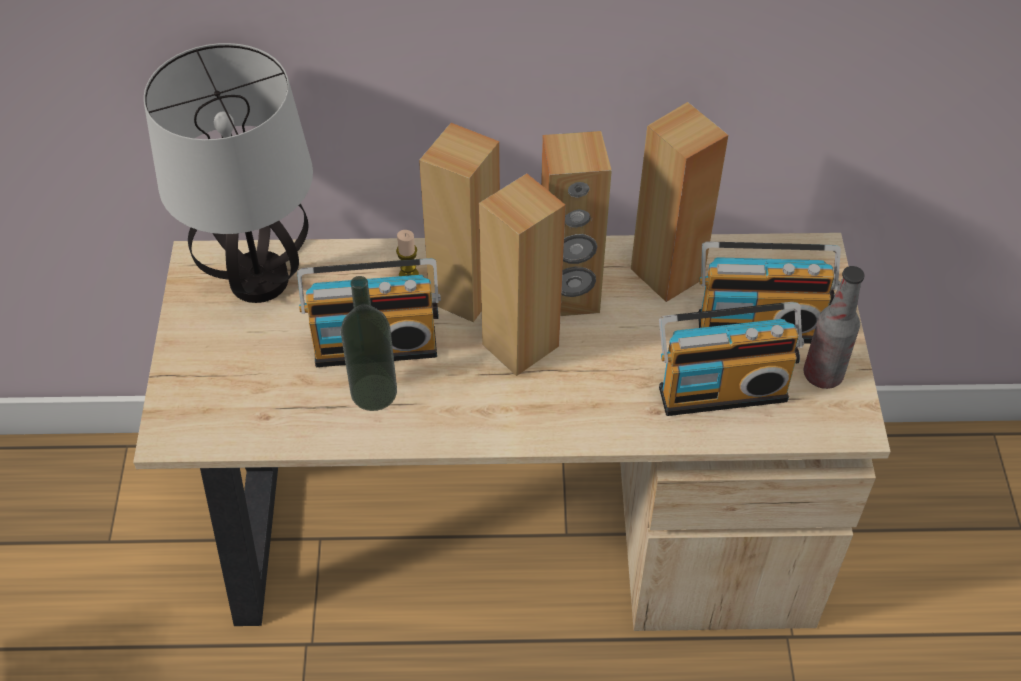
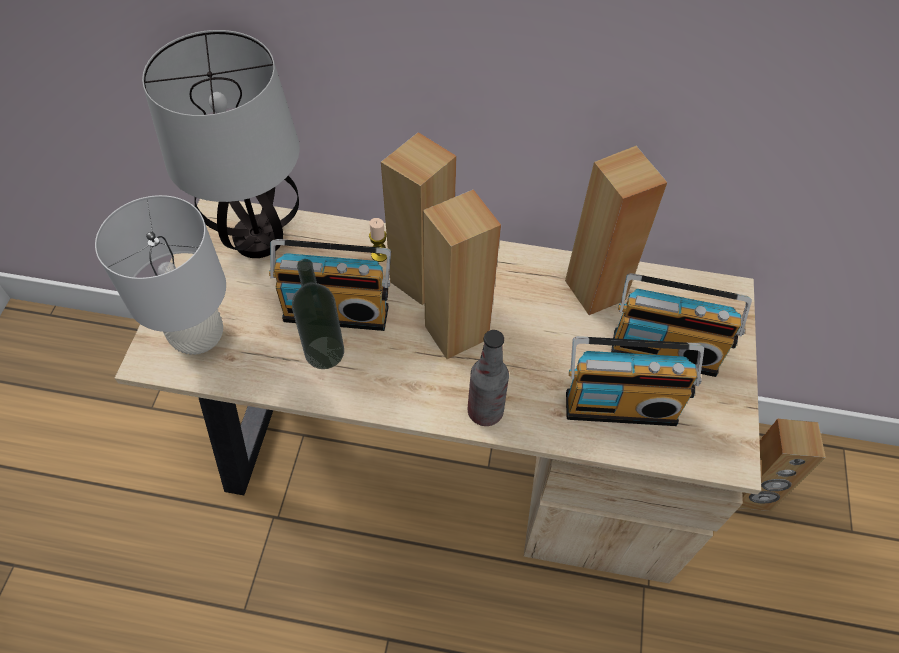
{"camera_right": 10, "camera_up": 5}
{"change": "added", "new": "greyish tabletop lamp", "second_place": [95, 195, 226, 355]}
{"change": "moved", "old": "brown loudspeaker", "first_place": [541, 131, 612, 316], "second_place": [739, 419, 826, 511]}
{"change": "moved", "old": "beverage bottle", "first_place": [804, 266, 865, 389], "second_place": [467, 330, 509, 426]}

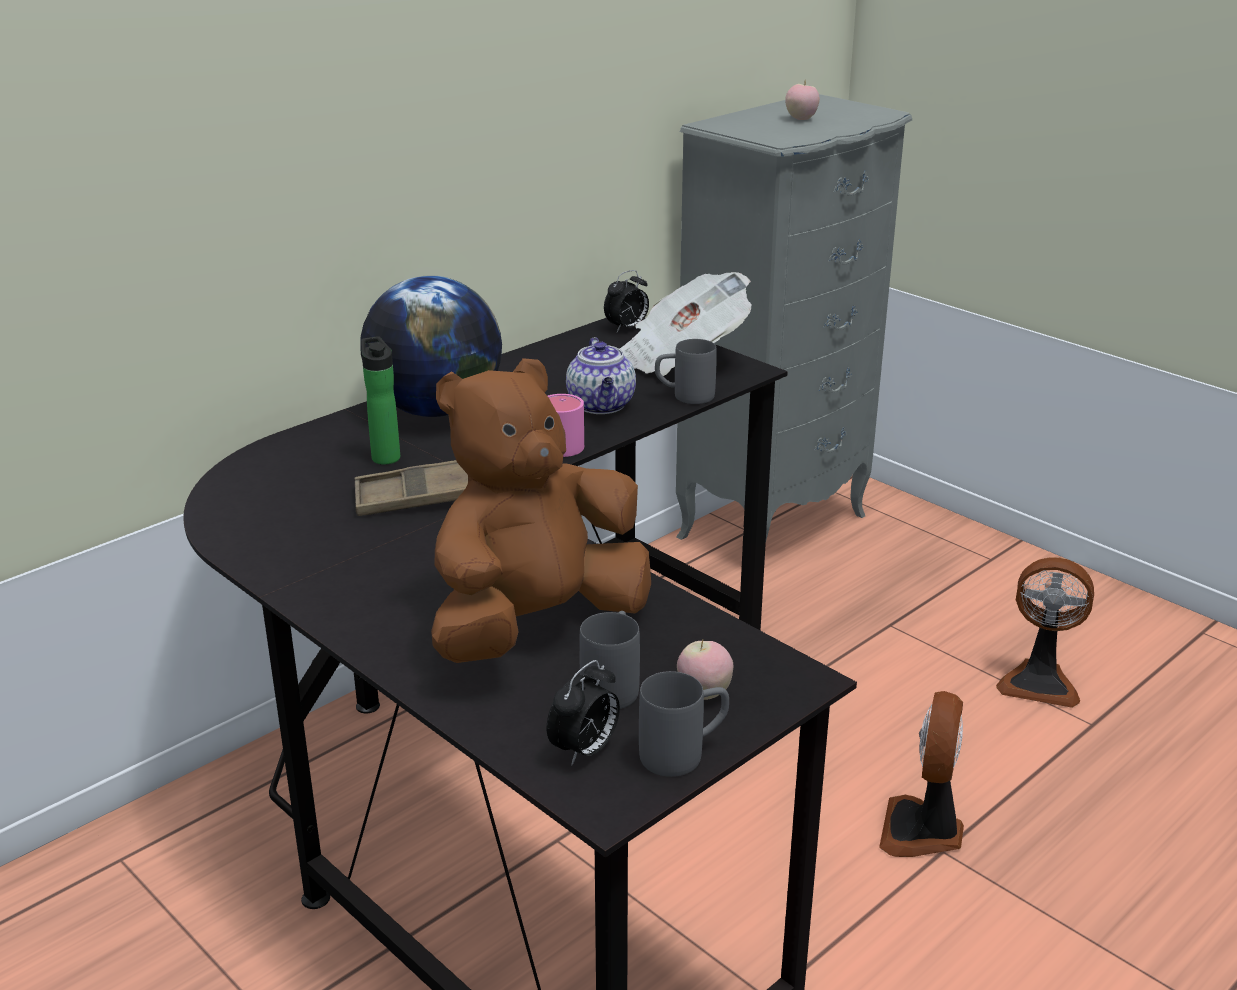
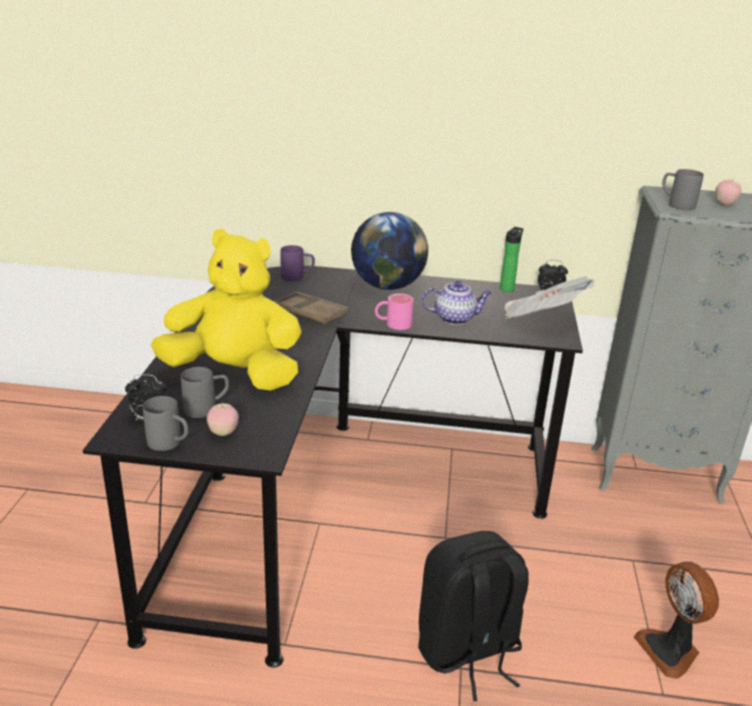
{"camera_right": 50, "camera_up": 0}
{"change": "added", "new": "purplish mug", "second_place": [281, 245, 315, 281]}
{"change": "moved", "old": "beverage bottle", "first_place": [361, 336, 400, 465], "second_place": [500, 227, 523, 292]}
{"change": "moved", "old": "greyish mug", "first_place": [655, 339, 717, 404], "second_place": [662, 169, 704, 210]}
{"change": "replaced", "old": "electric fan", "new": "blackish backpack", "first_place": [879, 691, 964, 857], "second_place": [418, 531, 529, 701]}
{"change": "recoloured", "old": "brown soft toy", "new": "yellow soft toy", "first_place": [431, 358, 651, 663], "second_place": [151, 229, 302, 391]}
{"change": "turned", "old": "teapot", "first_place": [566, 337, 636, 414], "second_place": [422, 281, 492, 325], "degrees": -135}

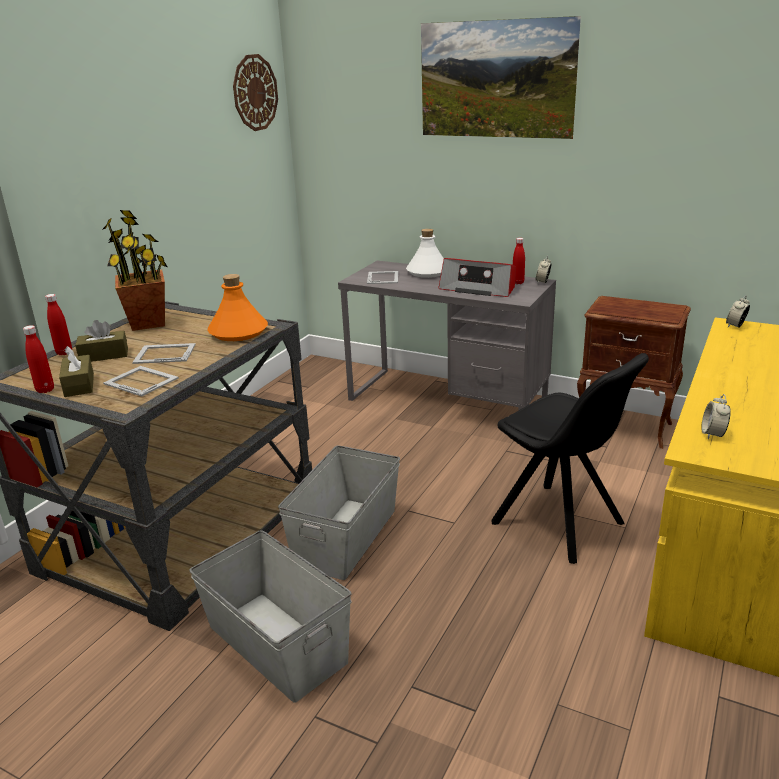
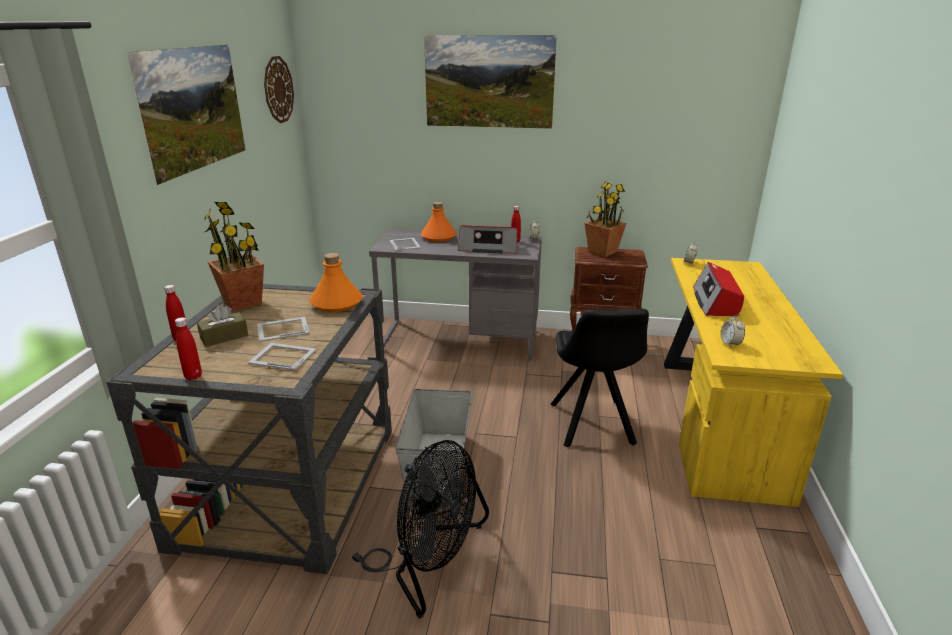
{"camera_right": -20, "camera_up": 0}
{"change": "removed", "old": "brown tissue holder", "first_place": [59, 346, 94, 397]}
{"change": "added", "new": "picture", "second_place": [127, 45, 245, 185]}
{"change": "added", "new": "houseplant", "second_place": [584, 181, 626, 257]}
{"change": "added", "new": "radio receiver", "second_place": [693, 262, 744, 316]}
{"change": "replaced", "old": "greyish storage box", "new": "blackish electric fan", "first_place": [189, 530, 352, 703], "second_place": [352, 440, 489, 619]}
{"change": "recoloured", "old": "white-coloured beverage bottle", "new": "orange beverage bottle", "first_place": [406, 229, 444, 278], "second_place": [421, 202, 457, 242]}
{"change": "turned", "old": "blackish chair", "first_place": [491, 353, 649, 564], "second_place": [551, 309, 649, 447], "degrees": 60}

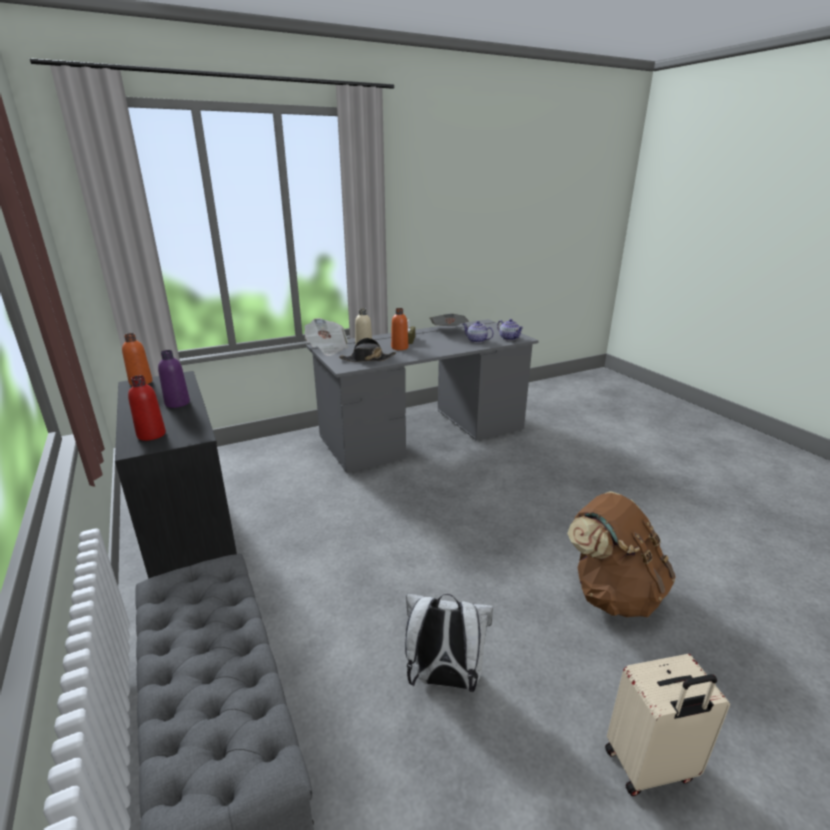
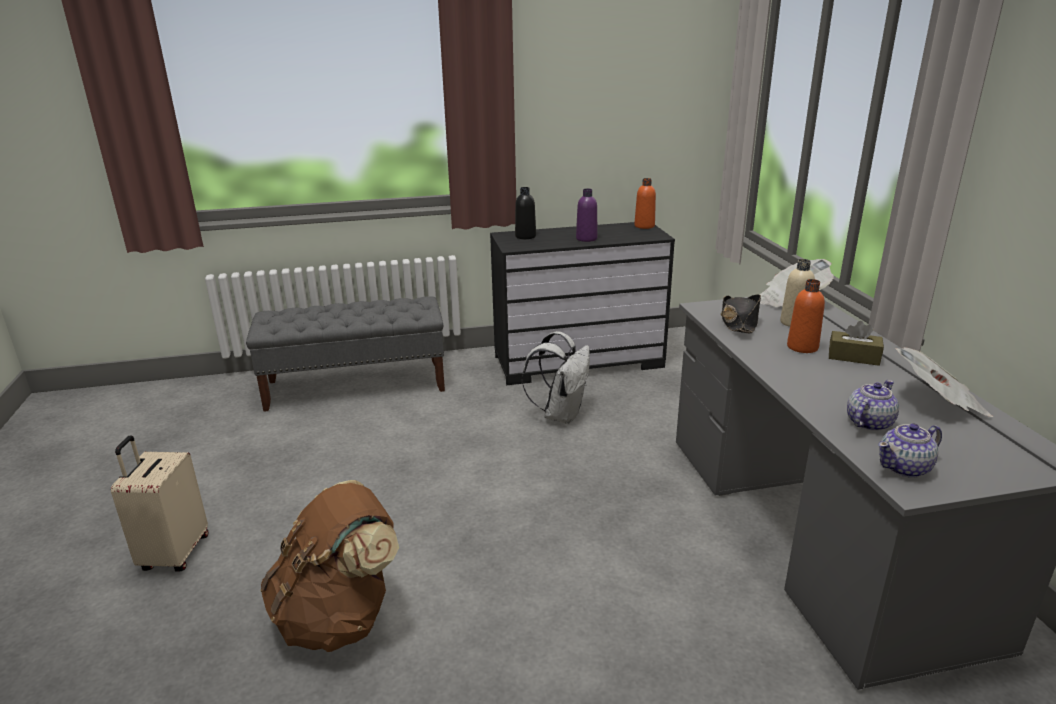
{"camera_right": 105, "camera_up": 0}
{"change": "moved", "old": "white-coloured backpack", "first_place": [405, 594, 493, 692], "second_place": [522, 331, 590, 424]}
{"change": "recoloured", "old": "red beverage bottle", "new": "blackish beverage bottle", "first_place": [128, 375, 166, 441], "second_place": [515, 187, 536, 239]}

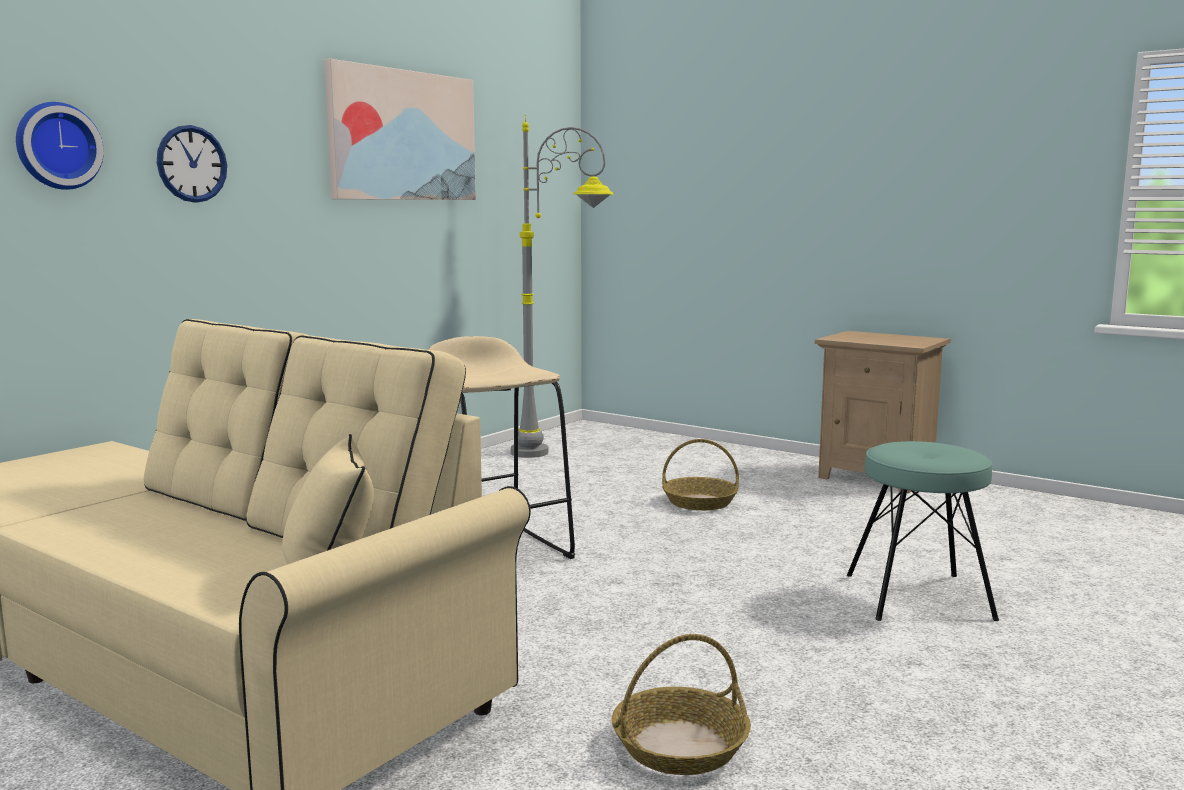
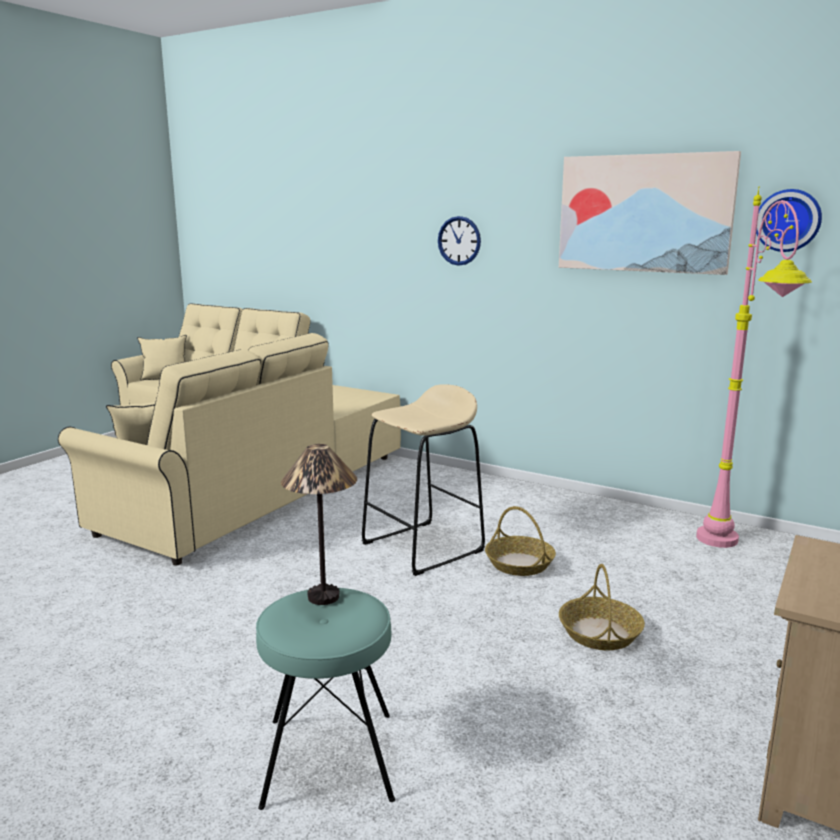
{"camera_right": 85, "camera_up": 5}
{"change": "added", "new": "tabletop lamp", "second_place": [281, 444, 357, 605]}
{"change": "moved", "old": "clock on the wall", "first_place": [16, 102, 104, 190], "second_place": [756, 189, 822, 252]}
{"change": "moved", "old": "basket", "first_place": [612, 634, 751, 775], "second_place": [485, 506, 556, 576]}
{"change": "recoloured", "old": "greyish standard lamp", "new": "pink standard lamp", "first_place": [511, 115, 614, 458], "second_place": [696, 187, 812, 548]}

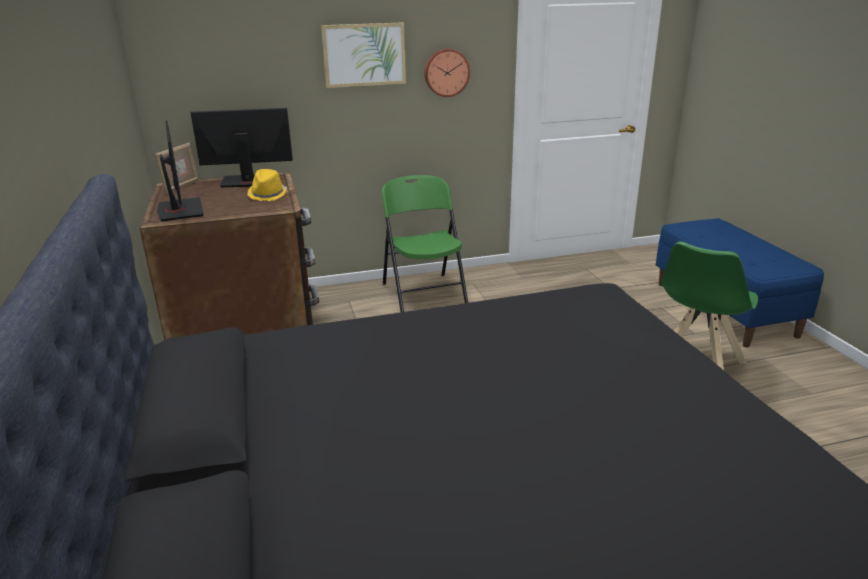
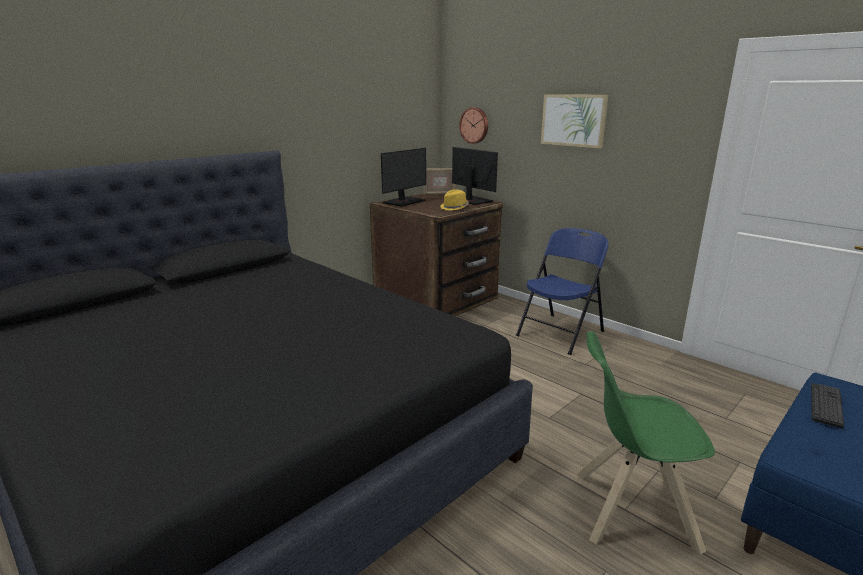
{"camera_right": 60, "camera_up": -5}
{"change": "added", "new": "keyboard", "second_place": [811, 383, 844, 429]}
{"change": "moved", "old": "clock on the wall", "first_place": [424, 48, 470, 97], "second_place": [459, 107, 488, 144]}
{"change": "recoloured", "old": "green chair", "new": "blue chair", "first_place": [382, 175, 468, 312], "second_place": [516, 228, 609, 355]}

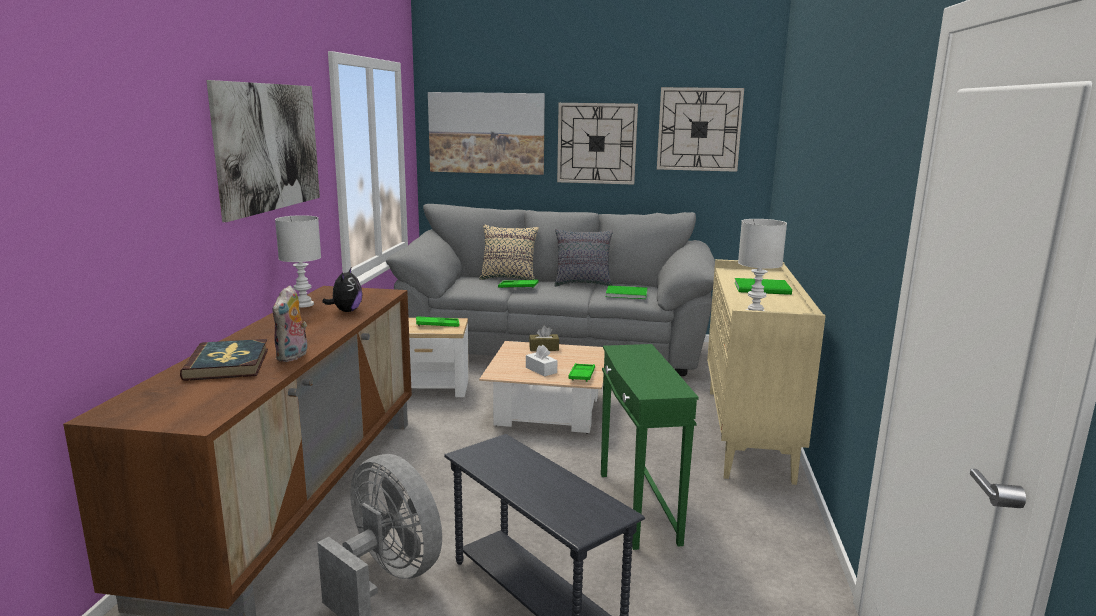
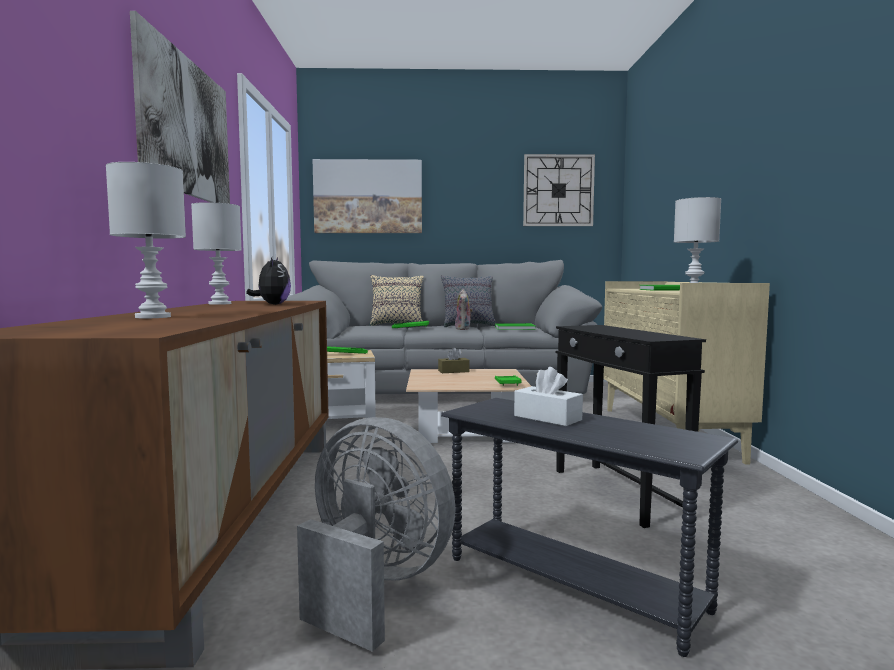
{"camera_right": -10, "camera_up": -10}
{"change": "removed", "old": "clock on the wall", "first_place": [557, 103, 638, 185]}
{"change": "moved", "old": "soft toy", "first_place": [272, 285, 307, 362], "second_place": [455, 290, 473, 330]}
{"change": "moved", "old": "white-coloured tissue holder", "first_place": [526, 345, 557, 377], "second_place": [514, 367, 583, 426]}
{"change": "replaced", "old": "volume", "new": "white-coloured tabletop lamp", "first_place": [180, 339, 268, 381], "second_place": [106, 162, 186, 318]}
{"change": "recoloured", "old": "green end table", "new": "blackish end table", "first_place": [601, 344, 699, 550], "second_place": [556, 325, 706, 528]}

